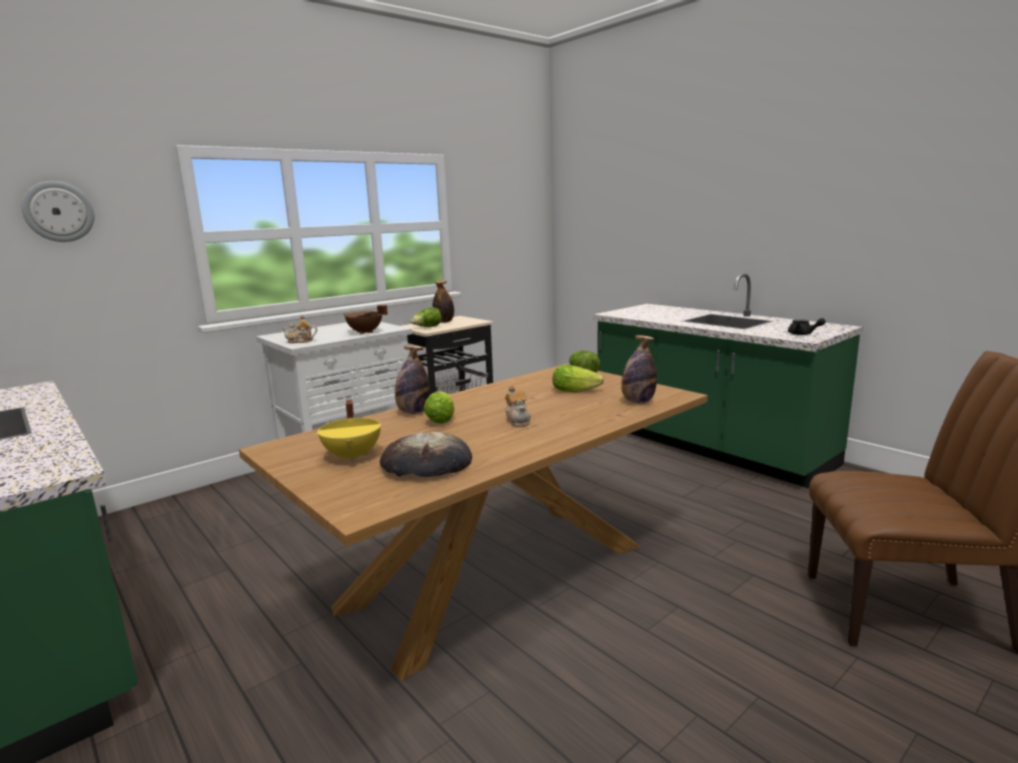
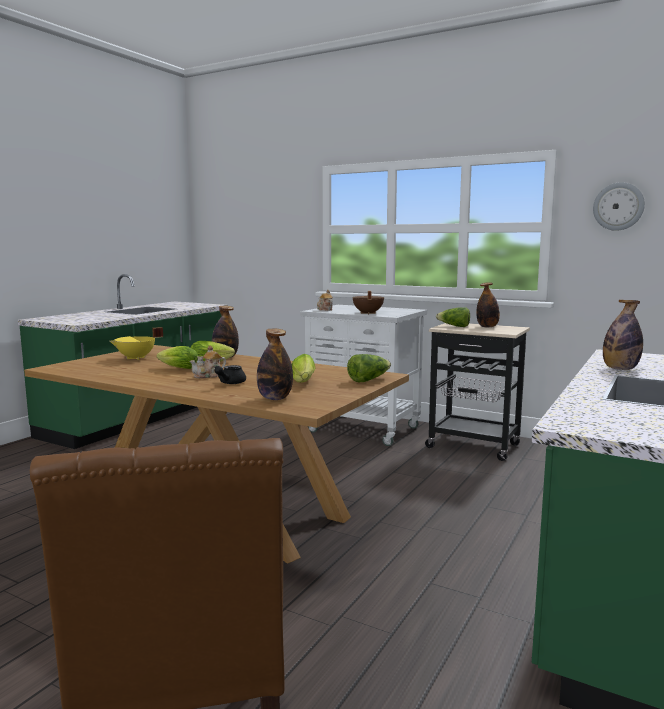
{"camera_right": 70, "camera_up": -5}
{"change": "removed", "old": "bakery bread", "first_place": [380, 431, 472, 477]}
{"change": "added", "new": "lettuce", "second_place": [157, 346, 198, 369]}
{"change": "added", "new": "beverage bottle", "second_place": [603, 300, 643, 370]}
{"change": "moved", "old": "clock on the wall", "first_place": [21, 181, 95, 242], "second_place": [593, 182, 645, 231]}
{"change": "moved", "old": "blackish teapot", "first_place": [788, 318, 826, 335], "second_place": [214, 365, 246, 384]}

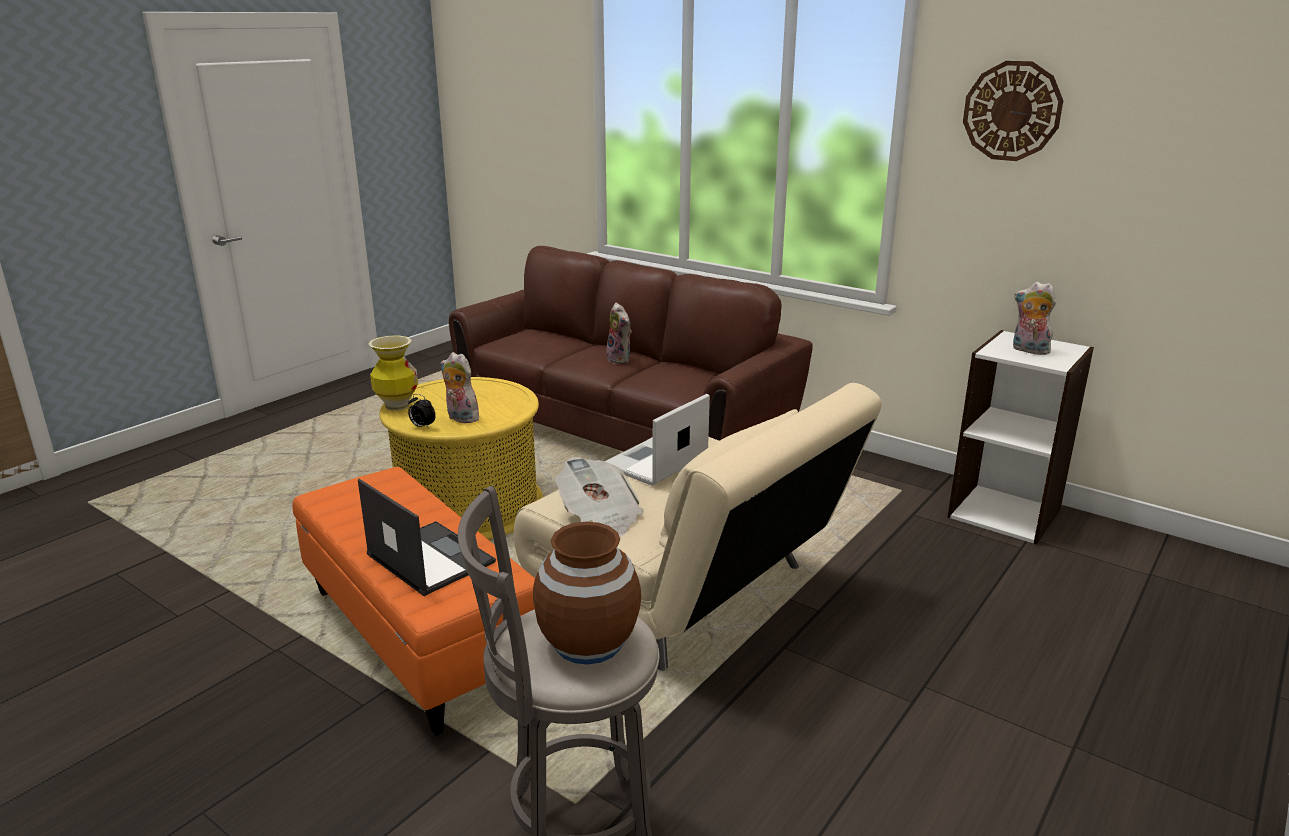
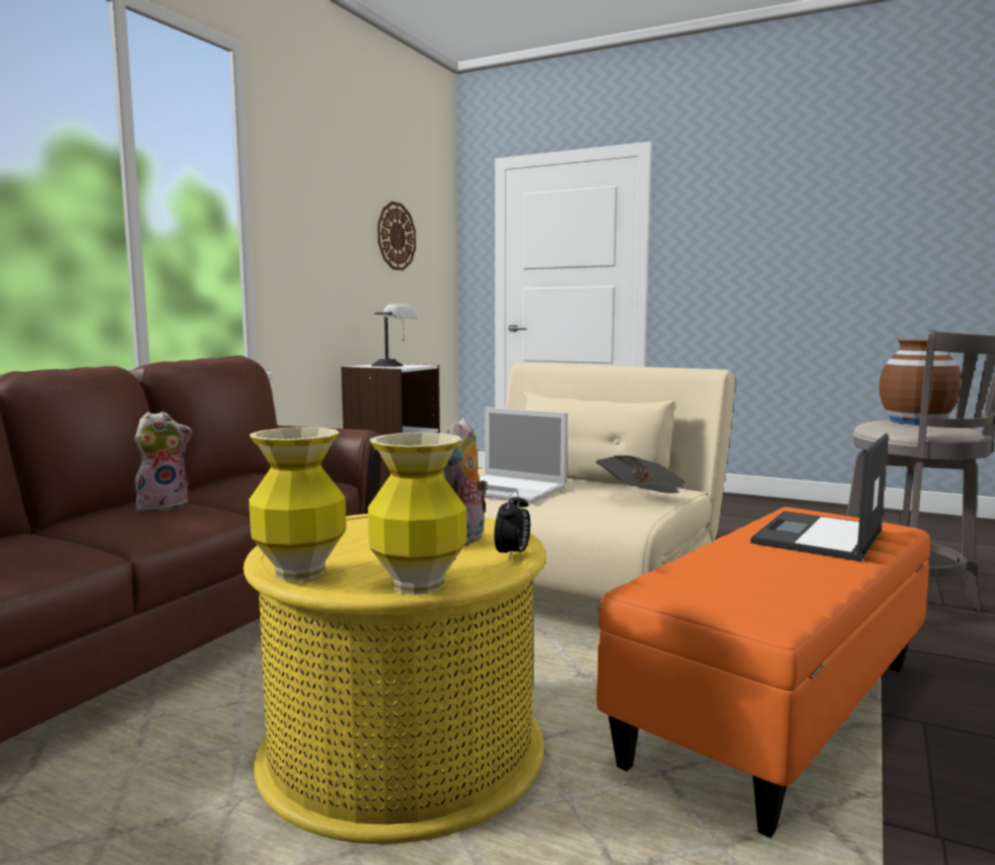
{"camera_right": -100, "camera_up": -15}
{"change": "added", "new": "vase", "second_place": [249, 427, 346, 581]}
{"change": "moved", "old": "clock on the wall", "first_place": [963, 61, 1063, 161], "second_place": [377, 201, 416, 271]}
{"change": "replaced", "old": "soft toy", "new": "tabletop lamp", "first_place": [1013, 282, 1057, 355], "second_place": [371, 304, 418, 367]}

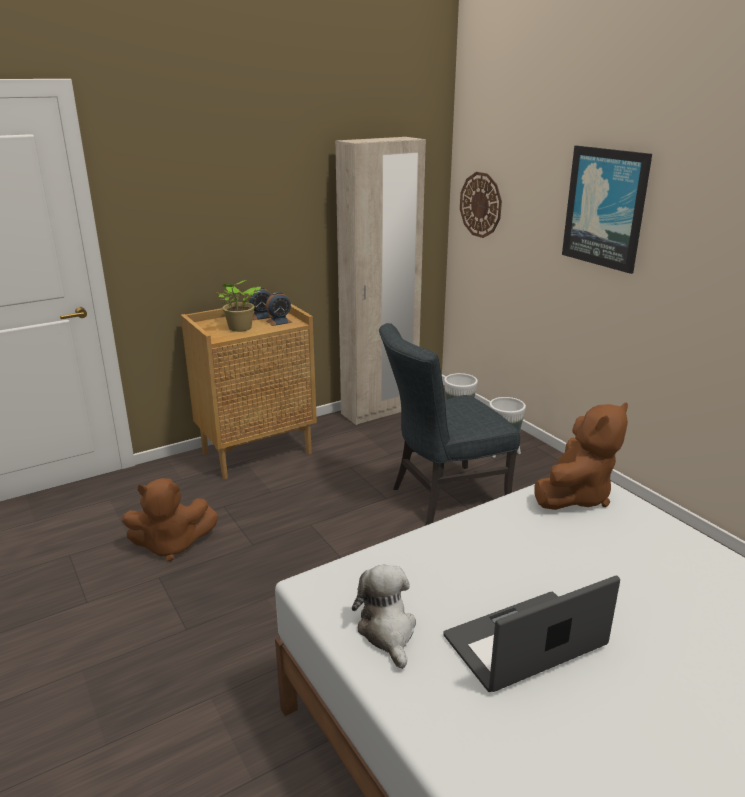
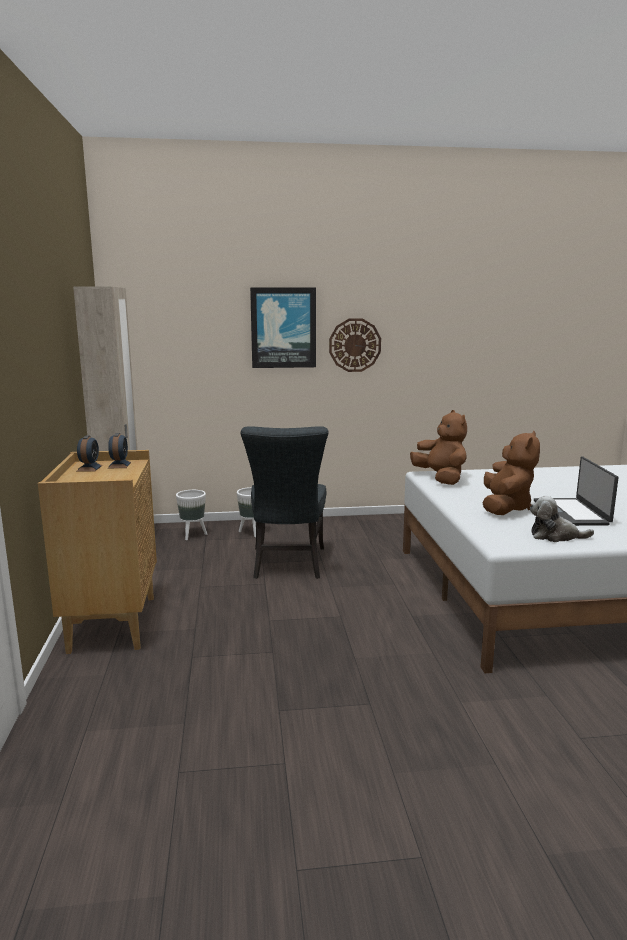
{"camera_right": -65, "camera_up": -10}
{"change": "removed", "old": "houseplant", "first_place": [219, 280, 261, 332]}
{"change": "moved", "old": "brown soft toy", "first_place": [122, 478, 218, 561], "second_place": [483, 431, 540, 515]}
{"change": "moved", "old": "clock on the wall", "first_place": [460, 172, 502, 238], "second_place": [329, 319, 381, 372]}

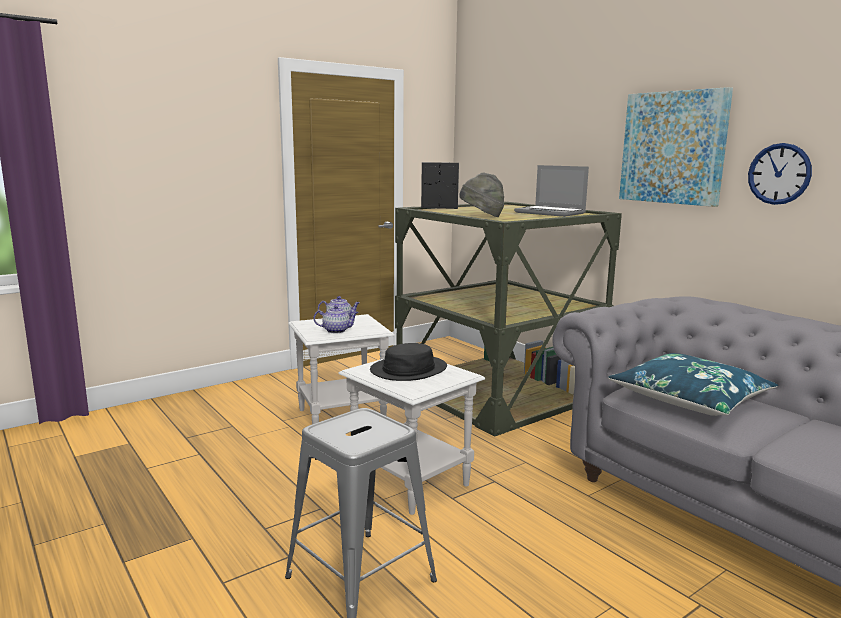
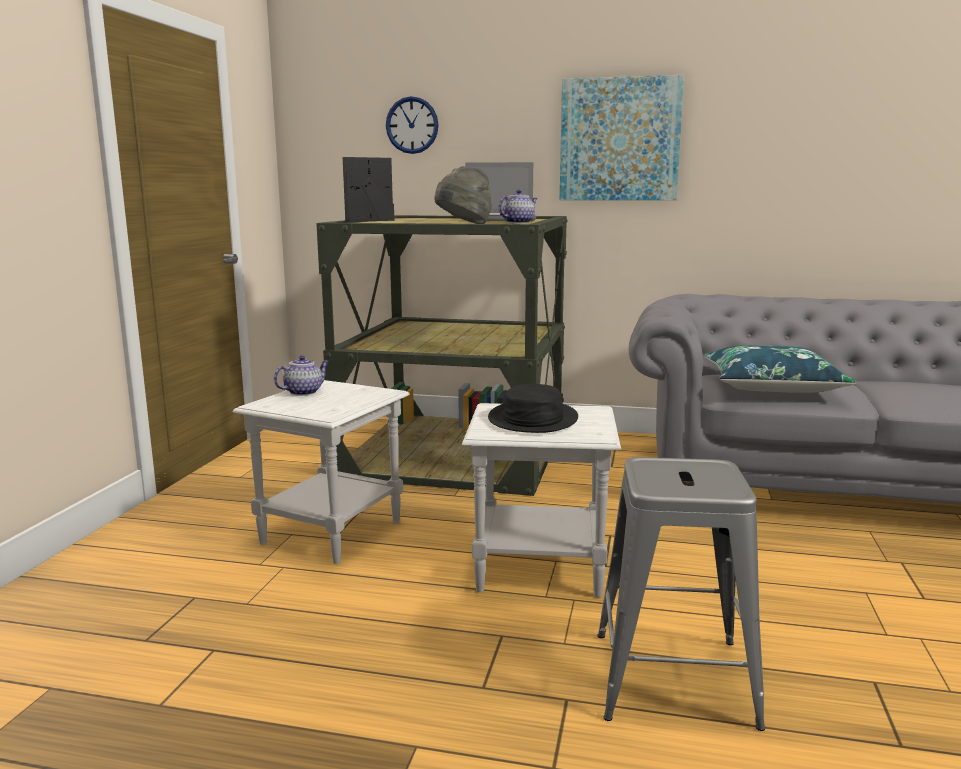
{"camera_right": -40, "camera_up": 0}
{"change": "moved", "old": "teapot", "first_place": [314, 305, 359, 333], "second_place": [498, 190, 538, 223]}
{"change": "moved", "old": "clock on the wall", "first_place": [748, 143, 812, 205], "second_place": [386, 96, 439, 154]}

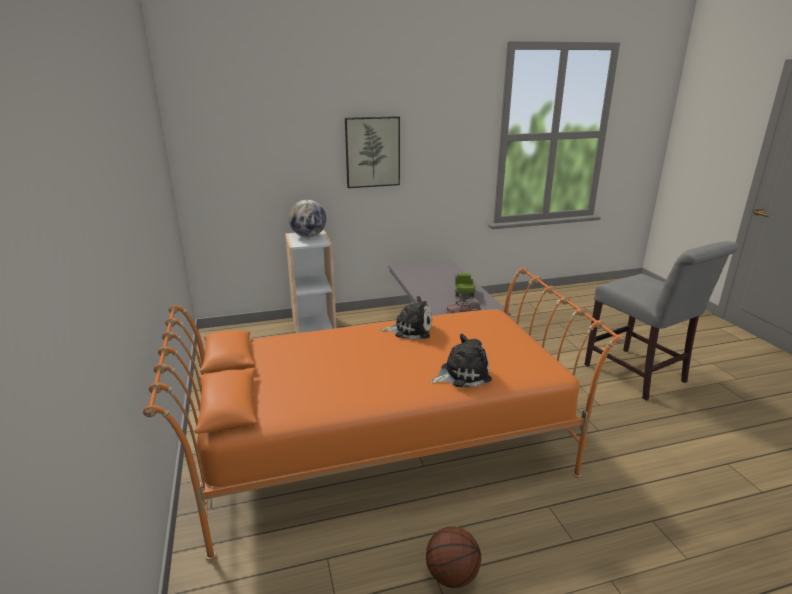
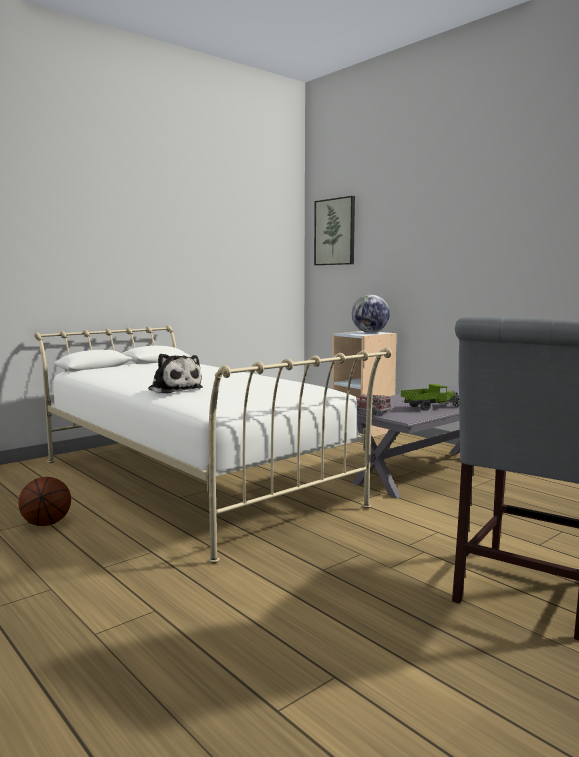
{"camera_right": 65, "camera_up": -15}
{"change": "removed", "old": "soft toy", "first_place": [380, 296, 432, 340]}
{"change": "moved", "old": "picture", "first_place": [345, 116, 400, 188], "second_place": [314, 196, 355, 265]}
{"change": "recoloured", "old": "orange bedroom bed", "new": "white-coloured bedroom bed", "first_place": [143, 267, 625, 560], "second_place": [34, 325, 392, 564]}

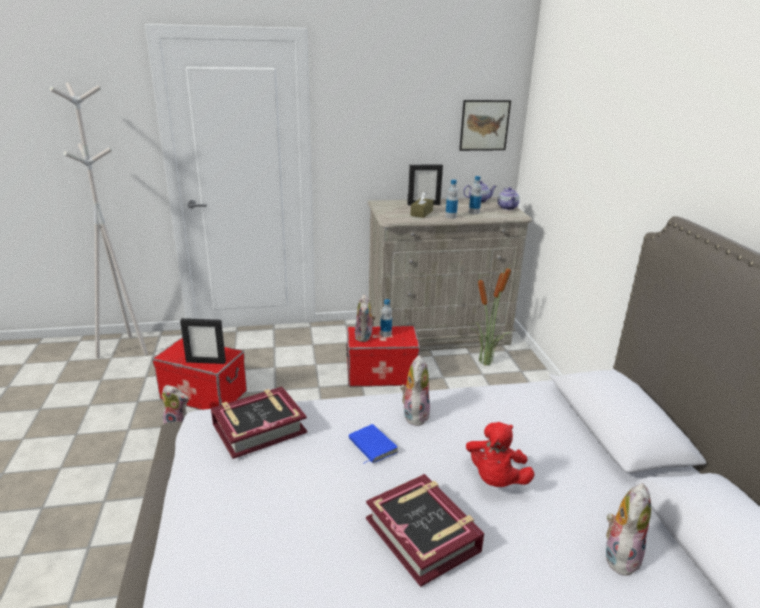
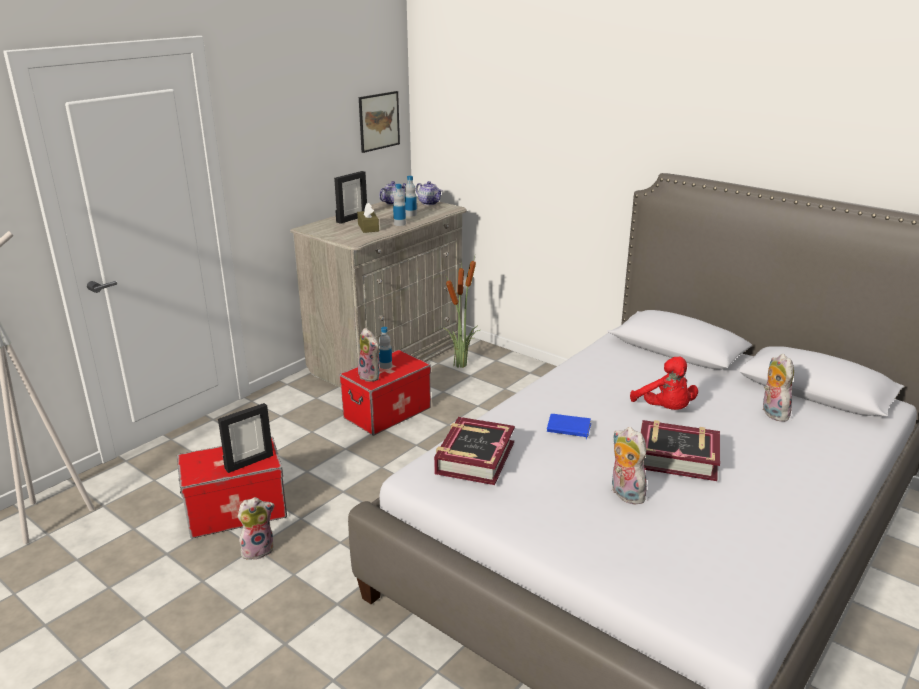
{"camera_right": -40, "camera_up": 0}
{"change": "moved", "old": "soft toy", "first_place": [400, 355, 430, 427], "second_place": [611, 427, 647, 505]}

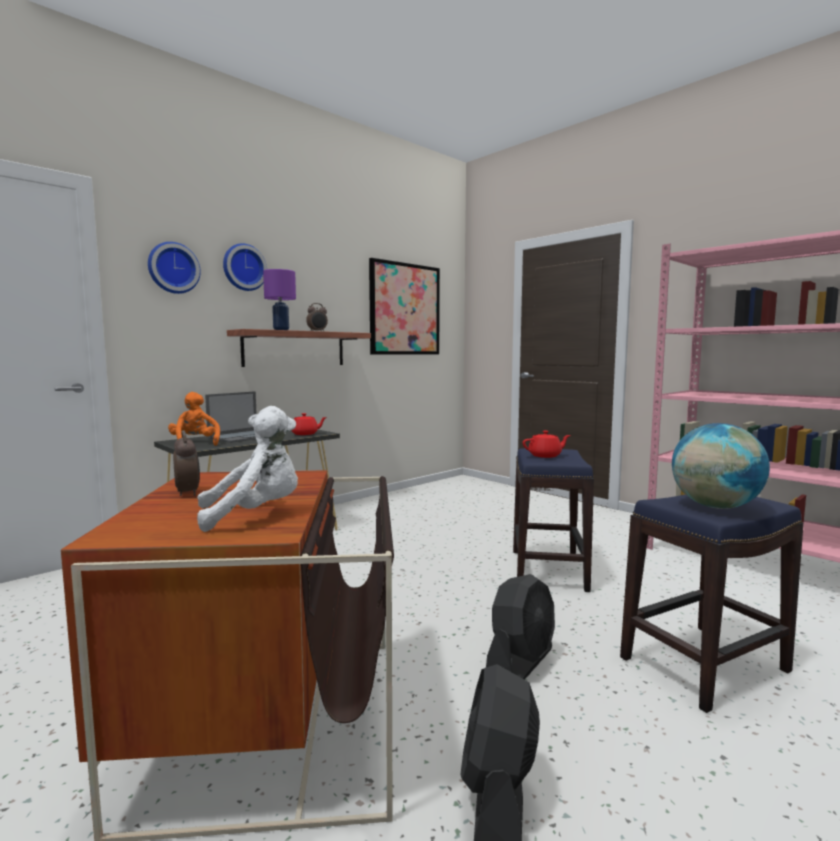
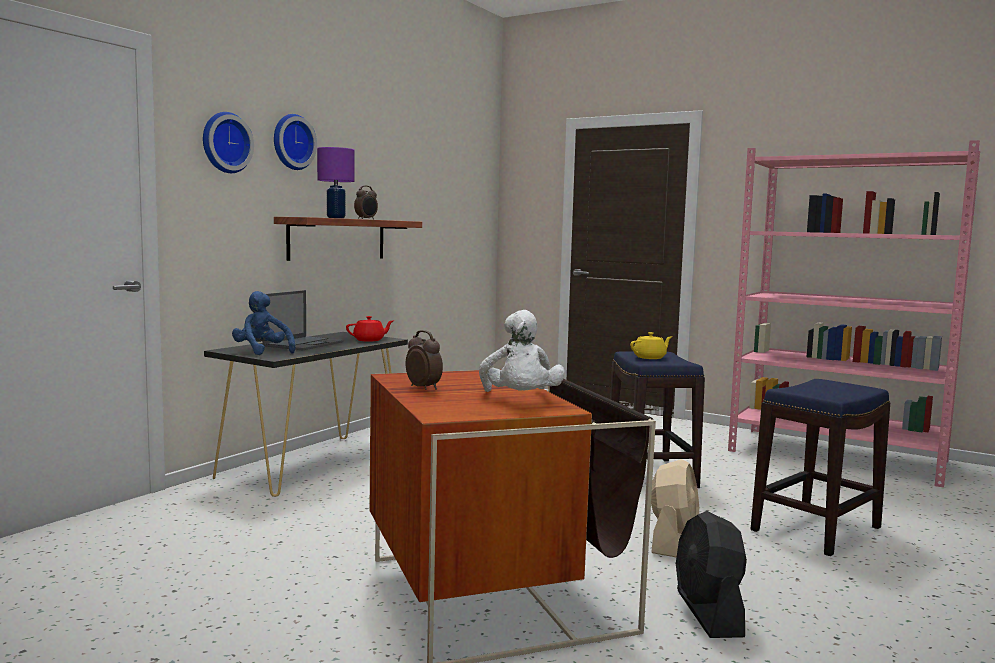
{"camera_right": -15, "camera_up": 0}
{"change": "removed", "old": "picture", "first_place": [369, 258, 440, 355]}
{"change": "removed", "old": "world globe", "first_place": [672, 423, 770, 509]}
{"change": "recoloured", "old": "orange soft toy", "new": "blue soft toy", "first_place": [168, 392, 220, 446], "second_place": [232, 291, 296, 355]}
{"change": "recoloured", "old": "blackish electric fan", "new": "beige-coloured electric fan", "first_place": [486, 574, 555, 680], "second_place": [651, 459, 699, 557]}
{"change": "recoloured", "old": "red teapot", "new": "yellow teapot", "first_place": [523, 431, 570, 458], "second_place": [630, 332, 672, 359]}
{"change": "turned", "old": "white-coloured soft toy", "first_place": [197, 406, 298, 532], "second_place": [479, 310, 565, 392], "degrees": 120}

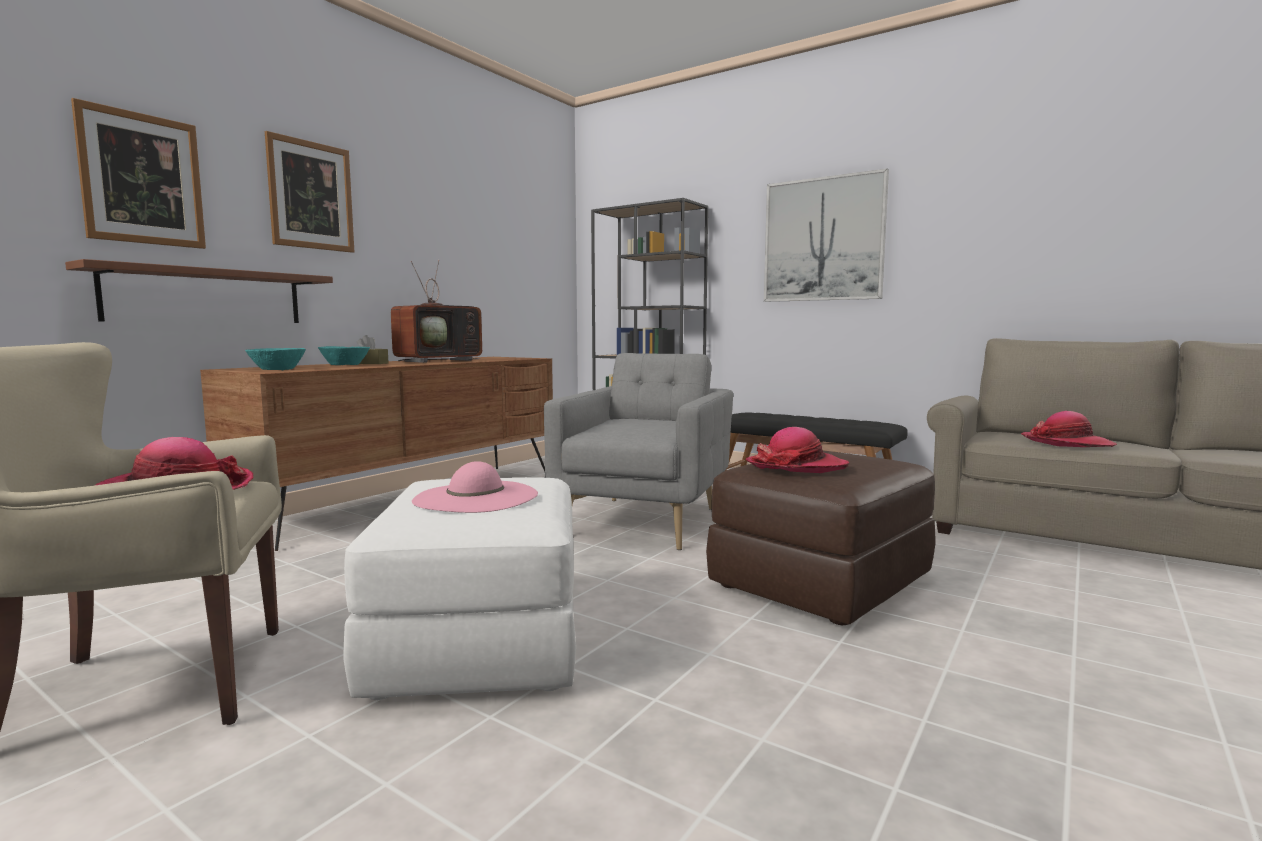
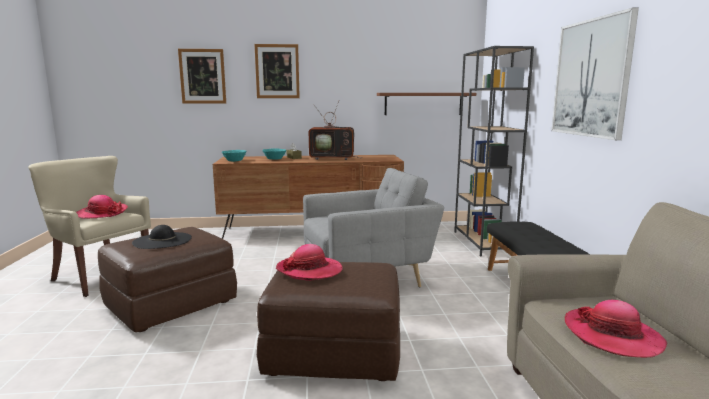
{"camera_right": 50, "camera_up": 5}
{"change": "moved", "old": "brown wall shelf", "first_place": [65, 259, 333, 323], "second_place": [377, 93, 476, 115]}
{"change": "recoloured", "old": "white-coloured pouffe", "new": "brown pouffe", "first_place": [343, 477, 576, 700], "second_place": [98, 227, 237, 332]}
{"change": "recoloured", "old": "pink wearable hat", "new": "blackish wearable hat", "first_place": [412, 461, 538, 513], "second_place": [132, 225, 192, 249]}

